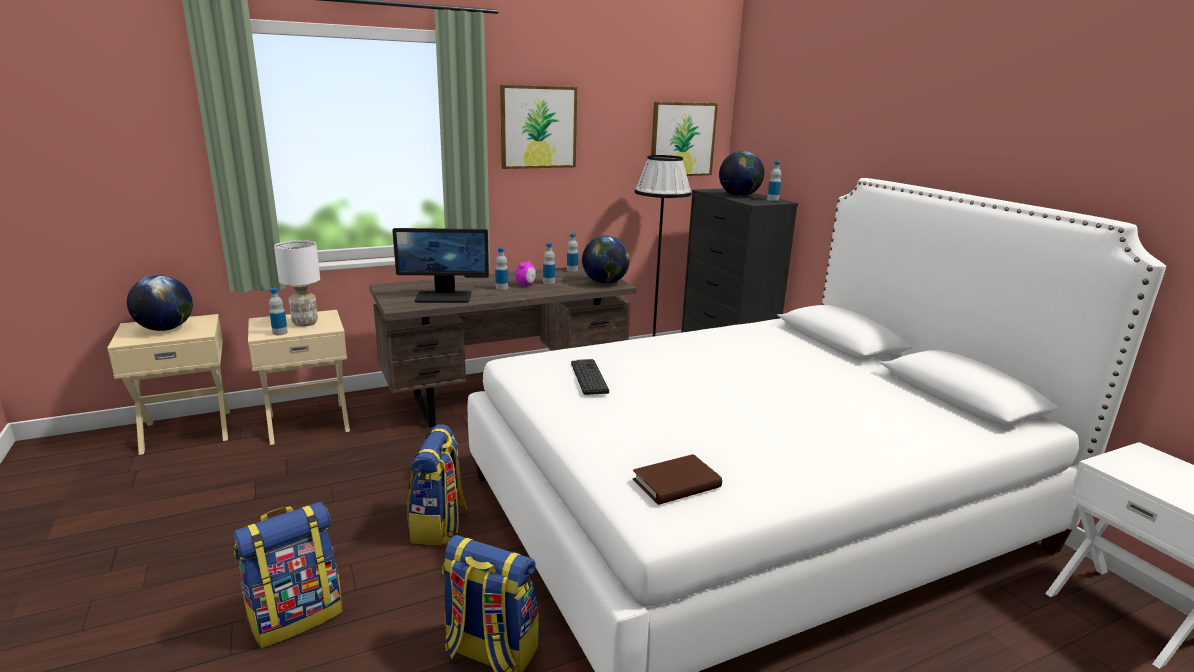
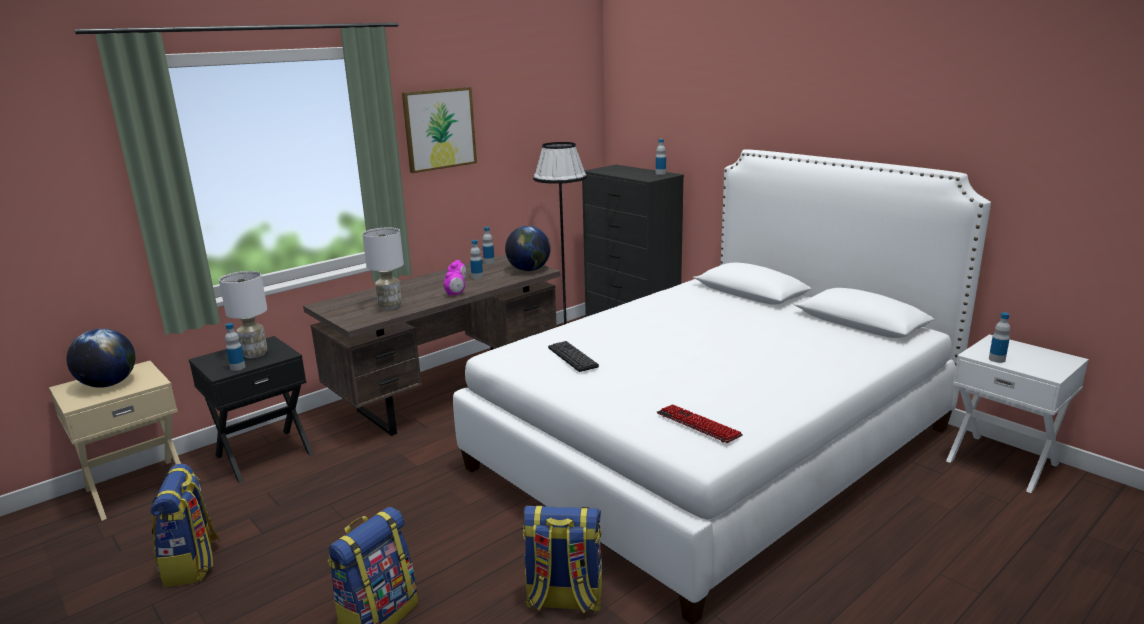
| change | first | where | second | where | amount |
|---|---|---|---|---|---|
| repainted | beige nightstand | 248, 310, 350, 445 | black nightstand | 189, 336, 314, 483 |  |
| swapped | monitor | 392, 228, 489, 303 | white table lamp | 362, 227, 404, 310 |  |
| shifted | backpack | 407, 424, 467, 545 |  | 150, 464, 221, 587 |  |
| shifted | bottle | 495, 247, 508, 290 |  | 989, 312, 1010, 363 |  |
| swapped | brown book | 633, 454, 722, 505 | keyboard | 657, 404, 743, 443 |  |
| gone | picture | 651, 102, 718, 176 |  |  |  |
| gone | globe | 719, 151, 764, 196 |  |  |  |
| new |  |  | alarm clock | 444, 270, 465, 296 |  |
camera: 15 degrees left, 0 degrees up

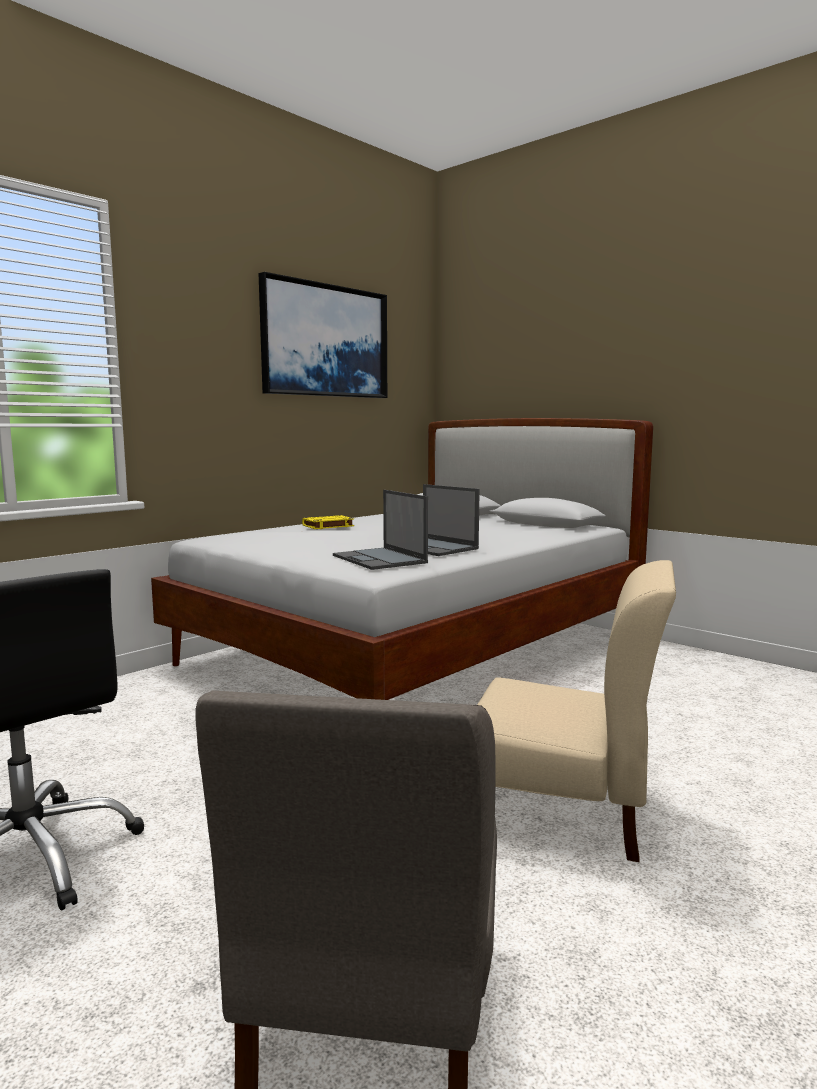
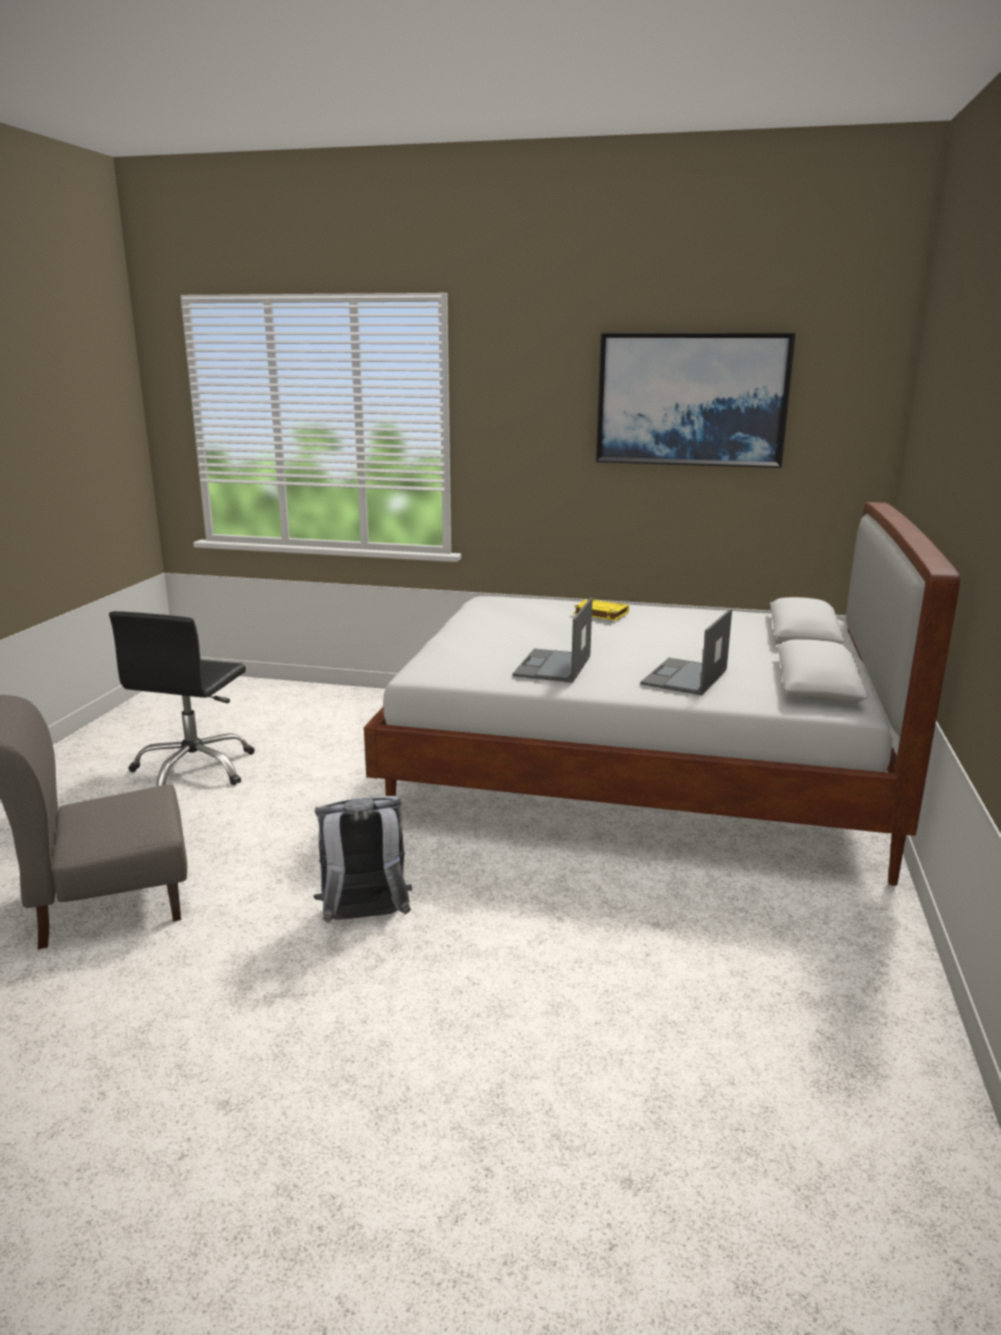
| change | first | where | second | where | amount |
|---|---|---|---|---|---|
| shifted | laptop | 333, 490, 428, 570 |  | 640, 609, 732, 696 |  |
| swapped | beige chair | 477, 560, 676, 862 | grey backpack | 313, 796, 412, 923 |  |
camera: 60 degrees right, 10 degrees up

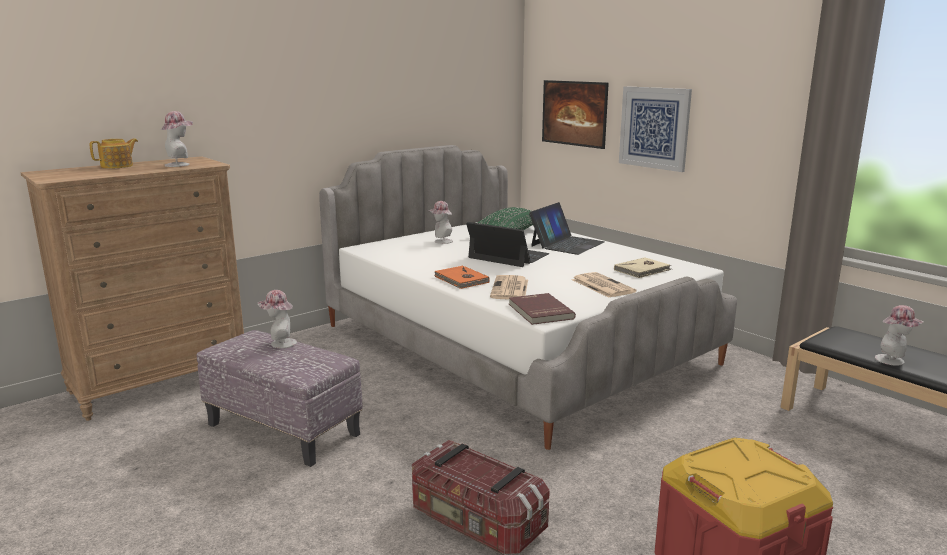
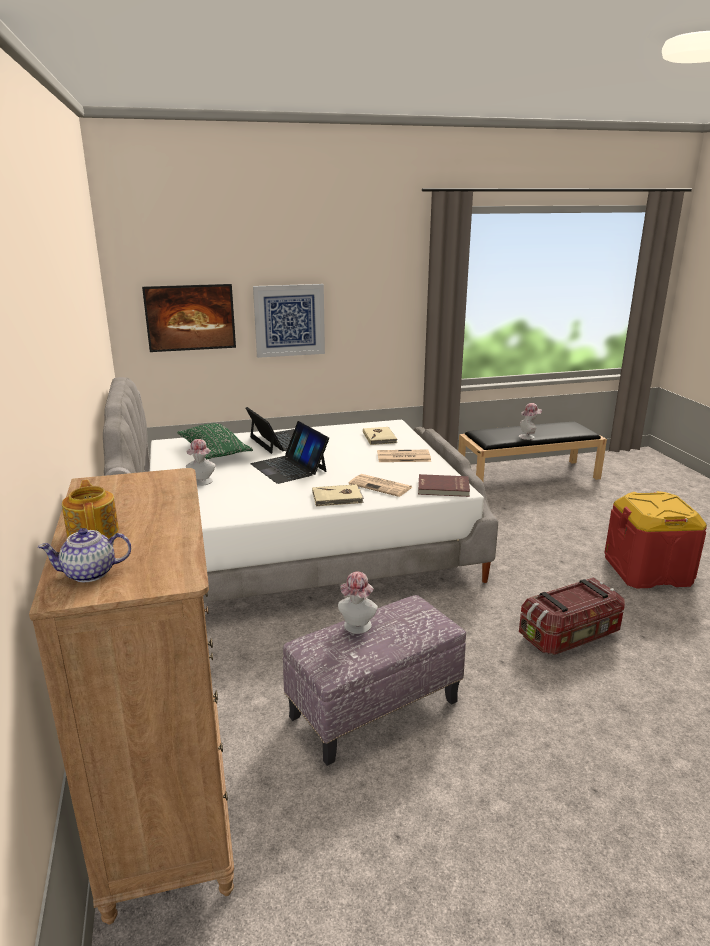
| change | first | where | second | where | amount |
|---|---|---|---|---|---|
| gone | hat | 161, 111, 193, 167 |  |  |  |
| repainted | orange book | 434, 265, 490, 289 | beige book | 312, 484, 364, 506 |  |
| rotated | laptop | 466, 222, 549, 267 |  | 250, 421, 329, 484 | 90 degrees counterclockwise |
| new |  |  | teapot | 38, 528, 131, 582 |  |
camera: 65 degrees left, 5 degrees up

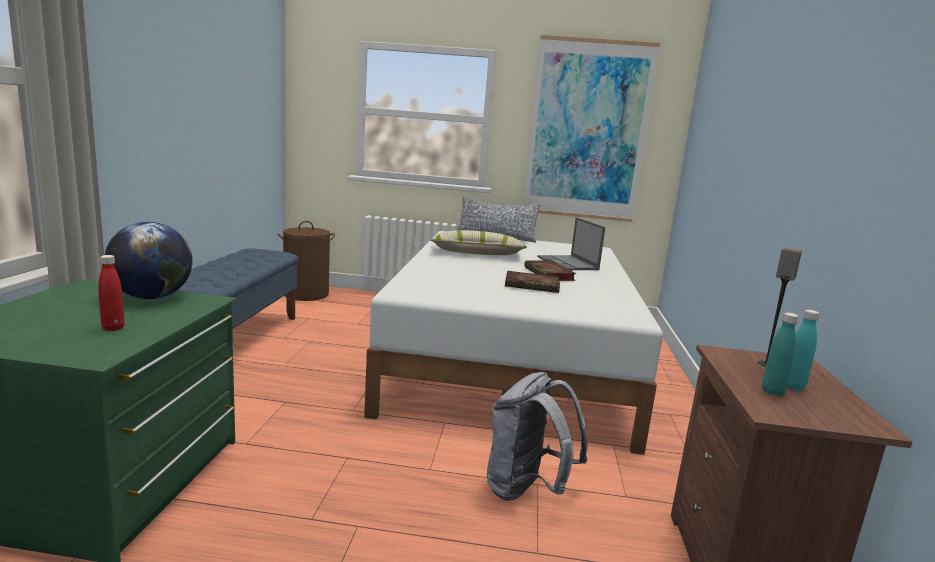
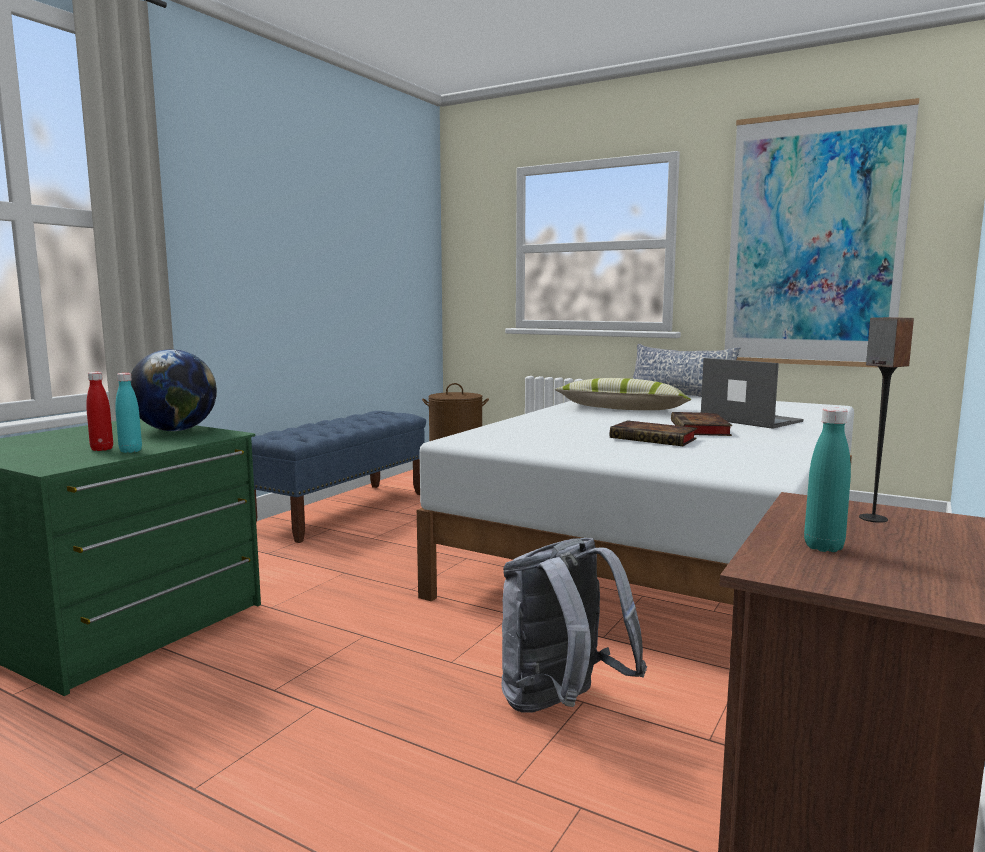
| change | first | where | second | where | amount |
|---|---|---|---|---|---|
| rotated | laptop | 537, 217, 605, 270 |  | 701, 358, 804, 429 | 135 degrees clockwise |
| shifted | turquoise bottle | 787, 310, 820, 391 |  | 115, 373, 142, 453 |  |
camera: 25 degrees right, 5 degrees down

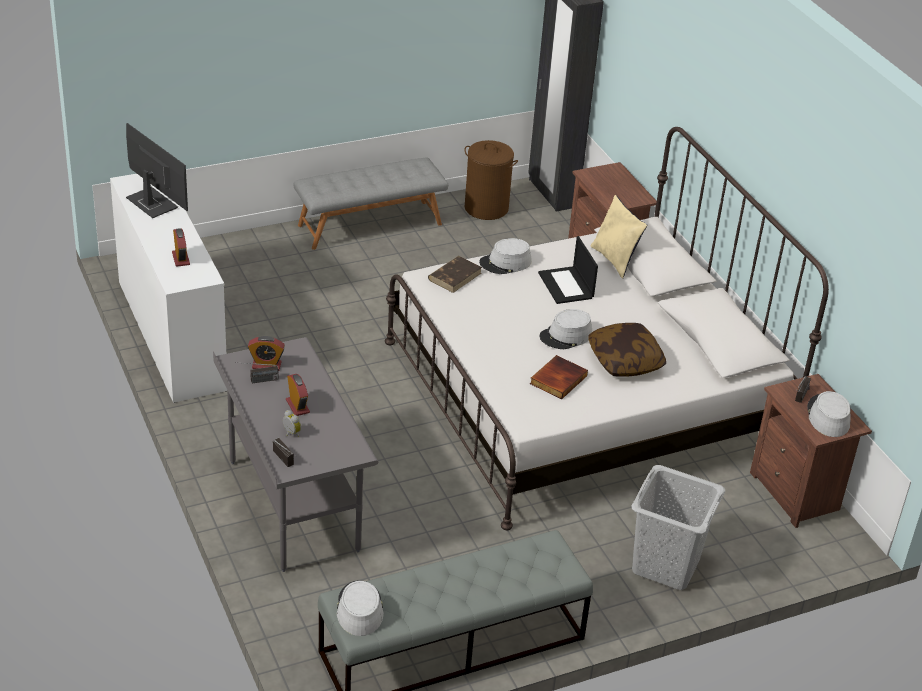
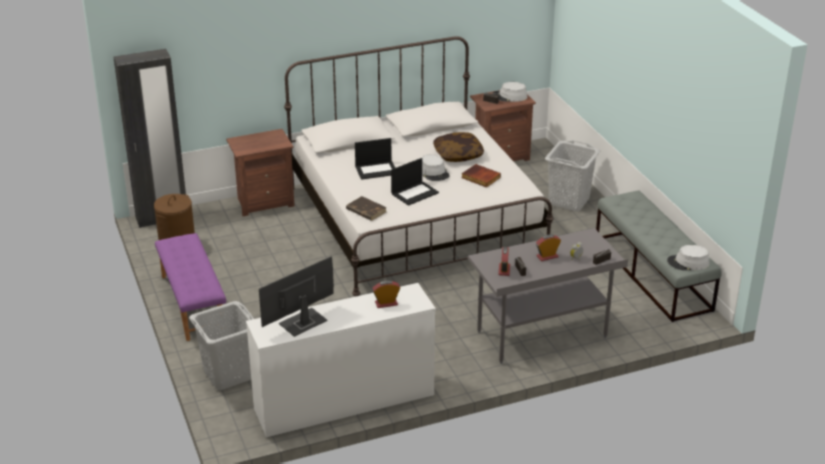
| change | first | where | second | where | amount |
|---|---|---|---|---|---|
| repainted | grey bench | 294, 157, 448, 250 | purple bench | 155, 233, 226, 341 |  |
| gone | grey hat | 479, 238, 532, 274 |  |  |  |
| gone | beige pillow | 590, 195, 648, 279 |  |  |  |
| new |  |  | grey laundry basket | 189, 301, 254, 390 |  |
| new |  |  | laptop | 391, 158, 439, 206 |  |
camera: 85 degrees left, 5 degrees down

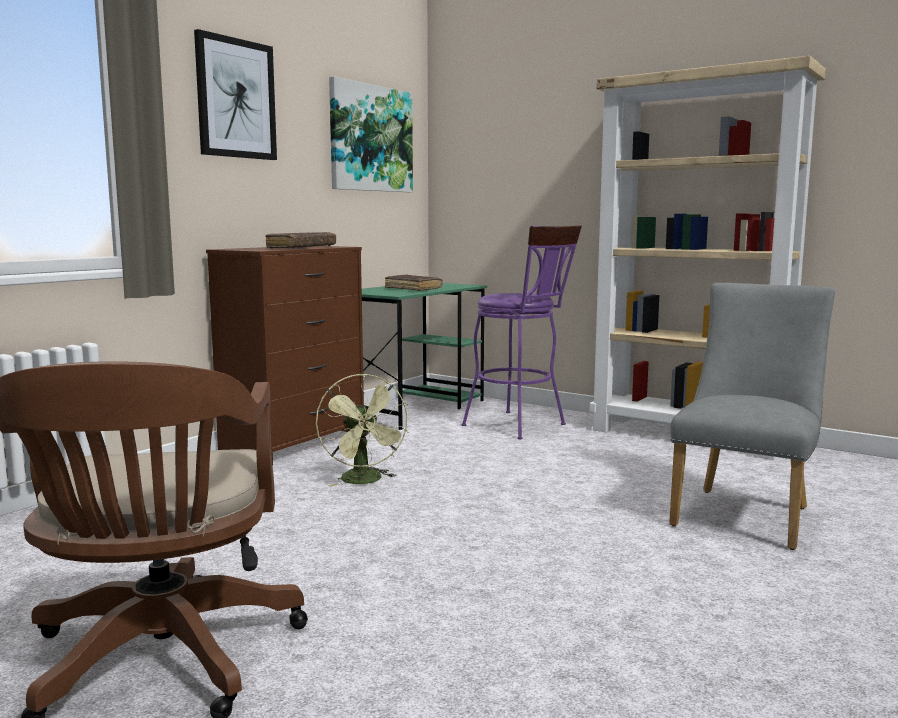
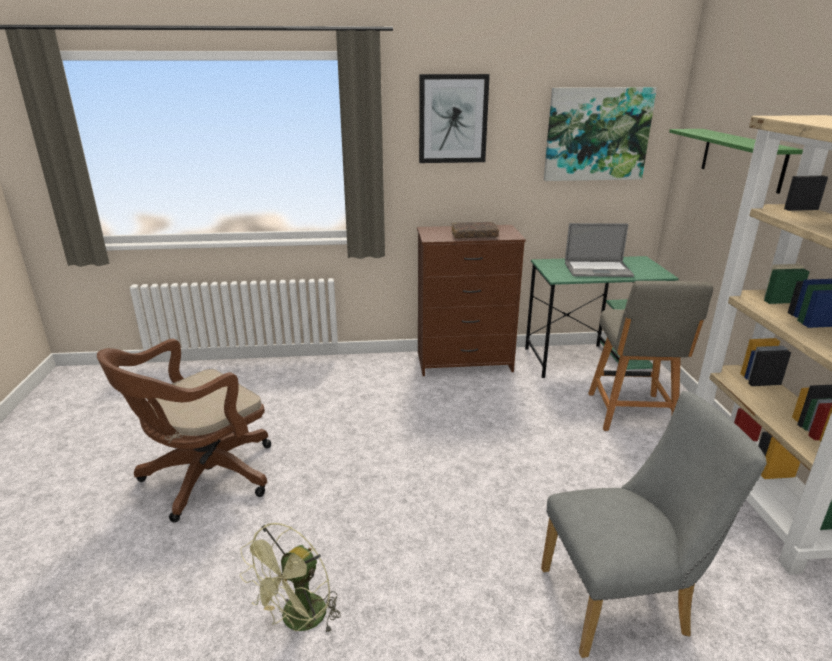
| change | first | where | second | where | amount |
|---|---|---|---|---|---|
| shifted | green fan | 316, 374, 409, 487 |  | 240, 523, 341, 633 |  |
| swapped | brown book | 385, 274, 443, 291 | laptop | 565, 223, 634, 277 |  |
| swapped | purple stool | 462, 225, 582, 439 | grey chair | 588, 281, 713, 431 |  |
| new |  |  | green shelf | 669, 129, 803, 194 |  |
camera: 50 degrees right, 15 degrees up

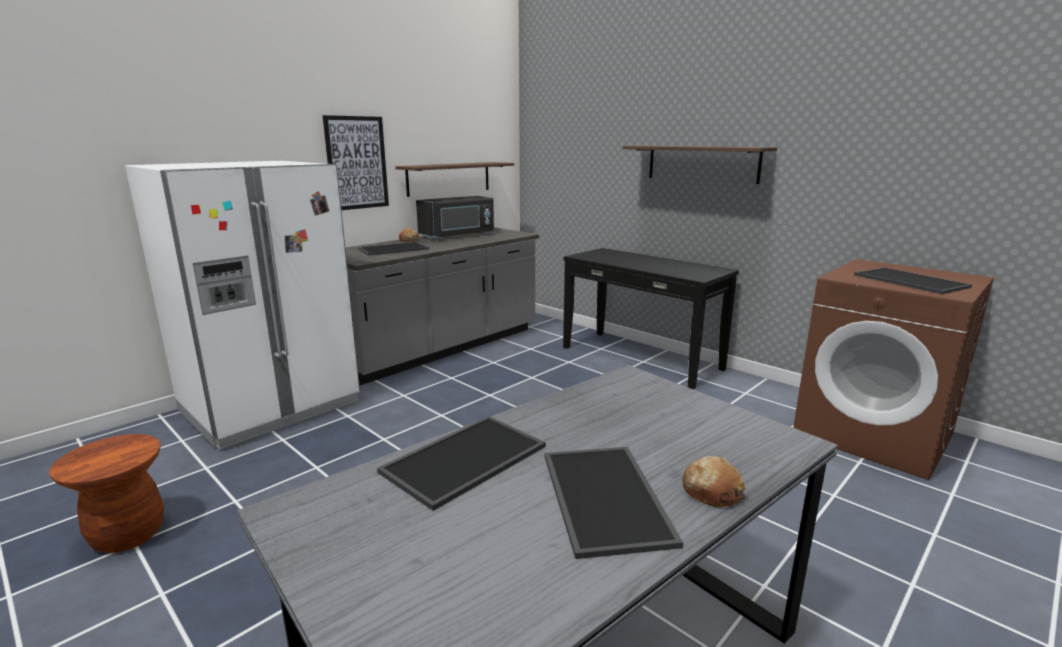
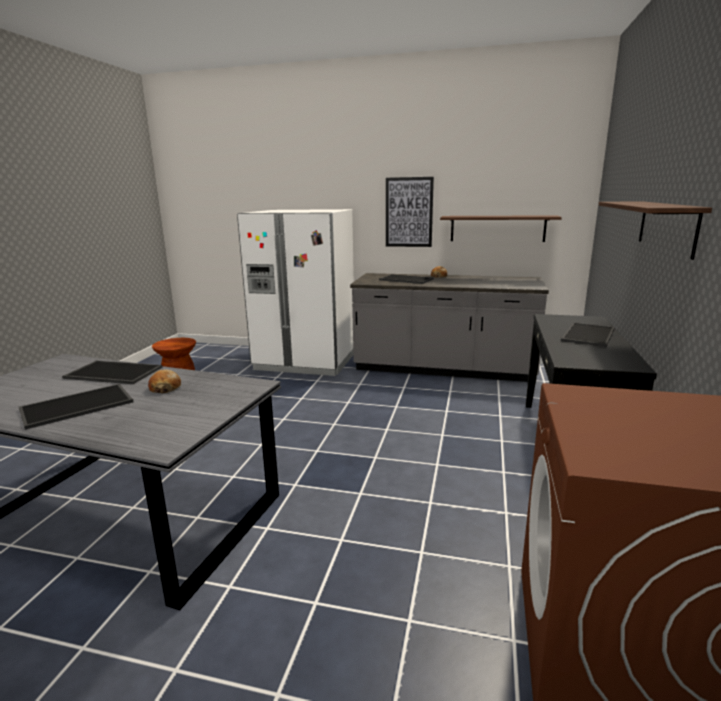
| change | first | where | second | where | amount |
|---|---|---|---|---|---|
| gone | black microwave | 416, 196, 494, 239 |  |  |  |
| shifted | bread | 683, 456, 747, 508 |  | 148, 369, 181, 393 |  |
| shifted | tray | 854, 267, 972, 294 |  | 561, 322, 615, 347 |  |
camera: 60 degrees right, 0 degrees up

